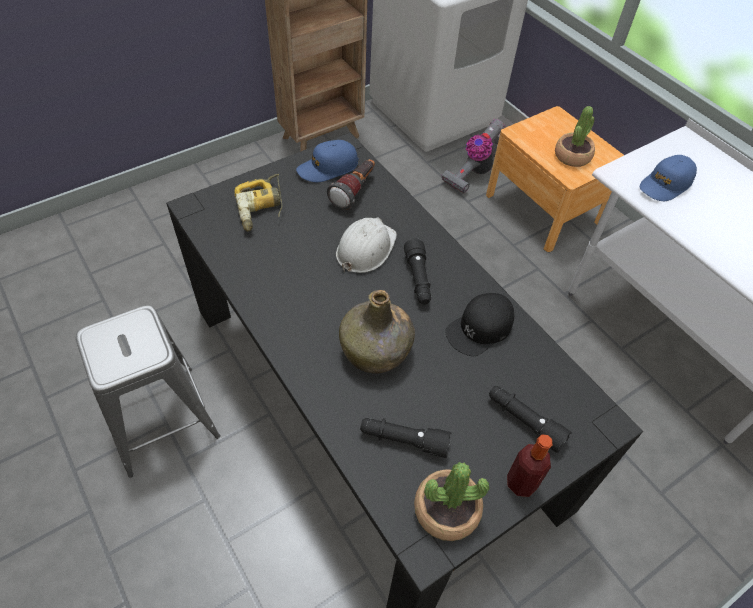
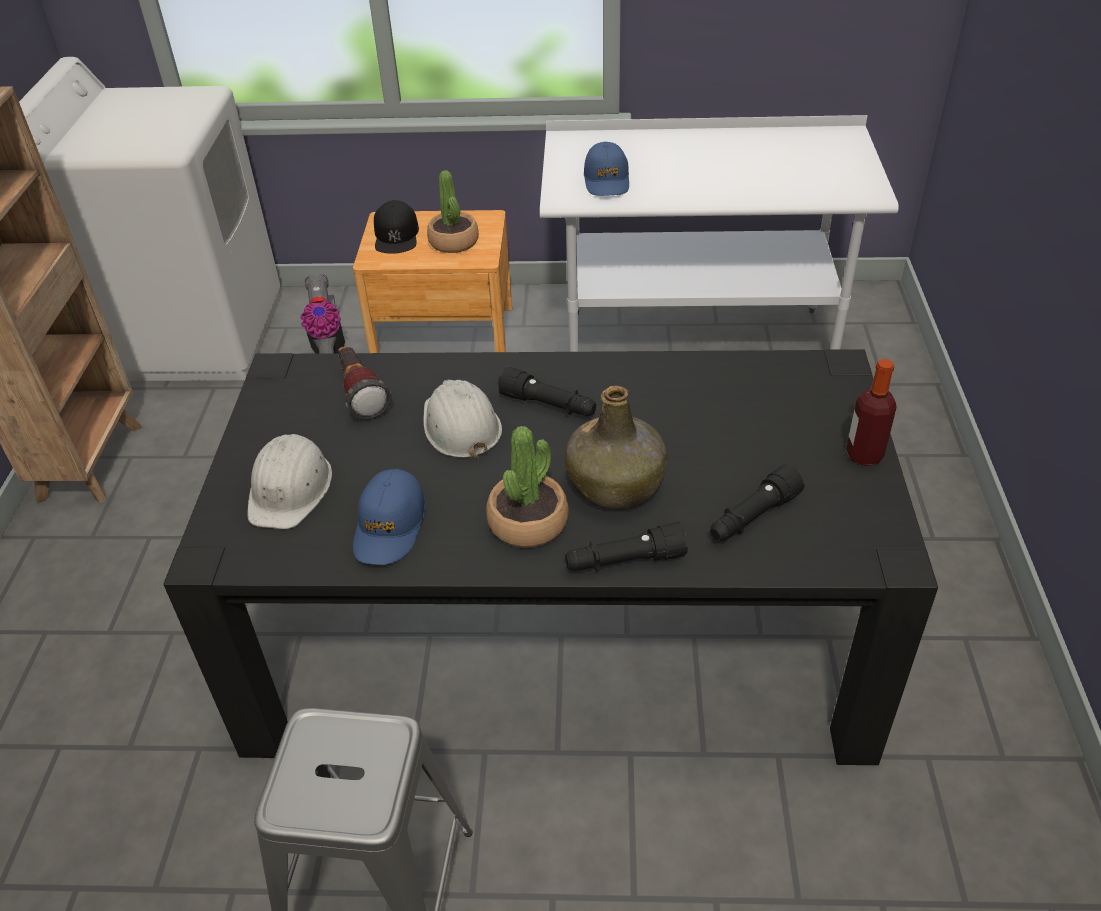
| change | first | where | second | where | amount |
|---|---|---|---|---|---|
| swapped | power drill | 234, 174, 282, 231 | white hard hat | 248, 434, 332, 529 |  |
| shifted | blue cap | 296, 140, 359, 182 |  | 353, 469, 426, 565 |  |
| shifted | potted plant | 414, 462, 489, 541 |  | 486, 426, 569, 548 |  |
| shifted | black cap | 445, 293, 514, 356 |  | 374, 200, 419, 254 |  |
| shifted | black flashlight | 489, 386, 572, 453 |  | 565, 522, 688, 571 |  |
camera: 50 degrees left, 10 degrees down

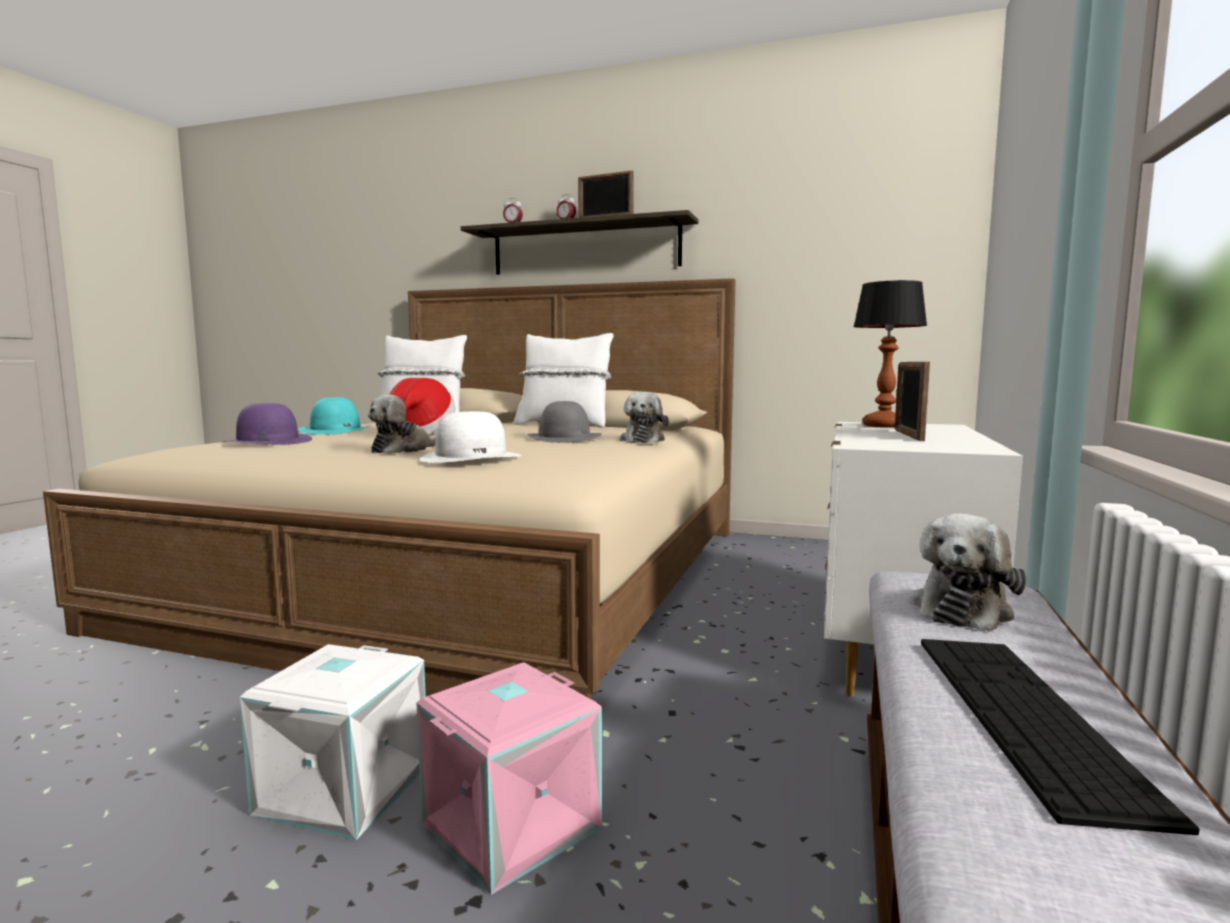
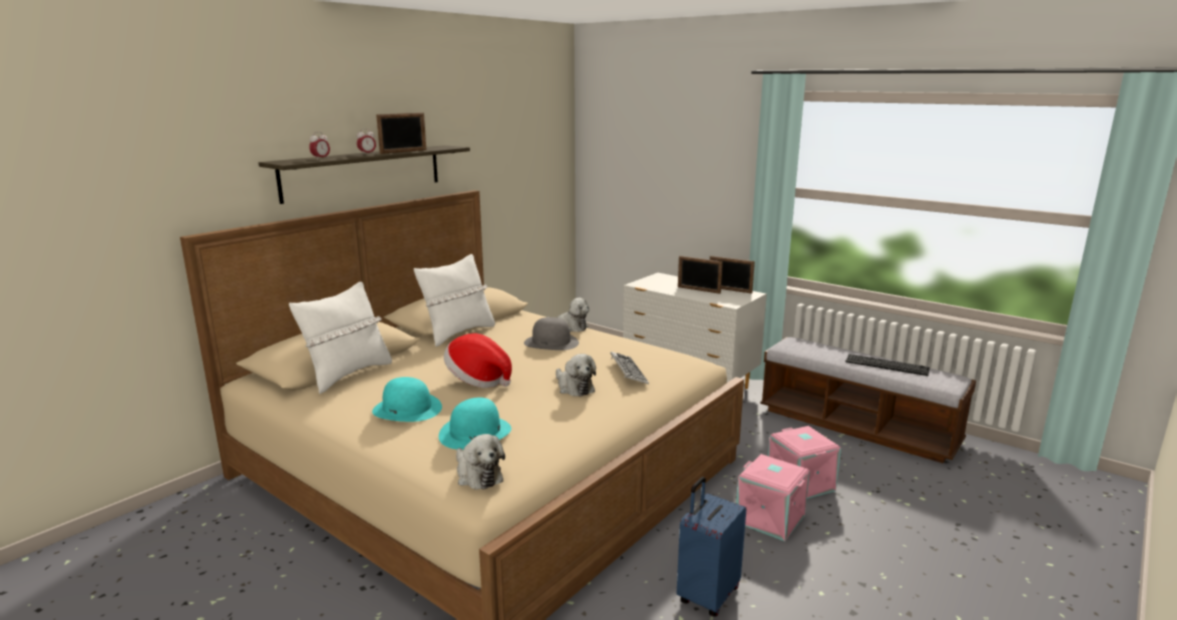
| change | first | where | second | where | amount |
|---|---|---|---|---|---|
| repainted | purple hat | 222, 403, 312, 445 | turquoise hat | 439, 397, 511, 450 |  |
| repainted | white storage box | 239, 644, 426, 840 | pink storage box | 736, 454, 810, 541 |  |
| swapped | white hat | 419, 411, 522, 463 | keyboard | 610, 352, 649, 384 |  |
| gone | table lamp | 853, 280, 927, 428 |  |  |  |
| shifted | plush toy | 909, 514, 1026, 632 |  | 456, 434, 505, 490 |  |
| new |  |  | blue suitcase | 677, 477, 746, 617 |  |
| new |  |  | picture frame | 710, 256, 755, 294 |  |
camera: 70 degrees left, 10 degrees up

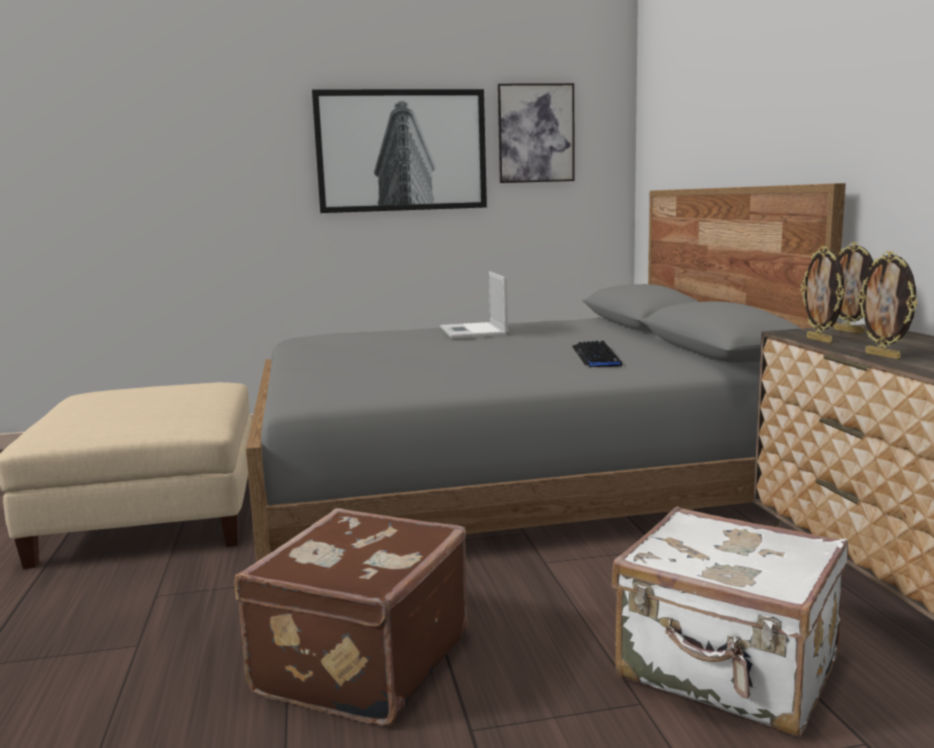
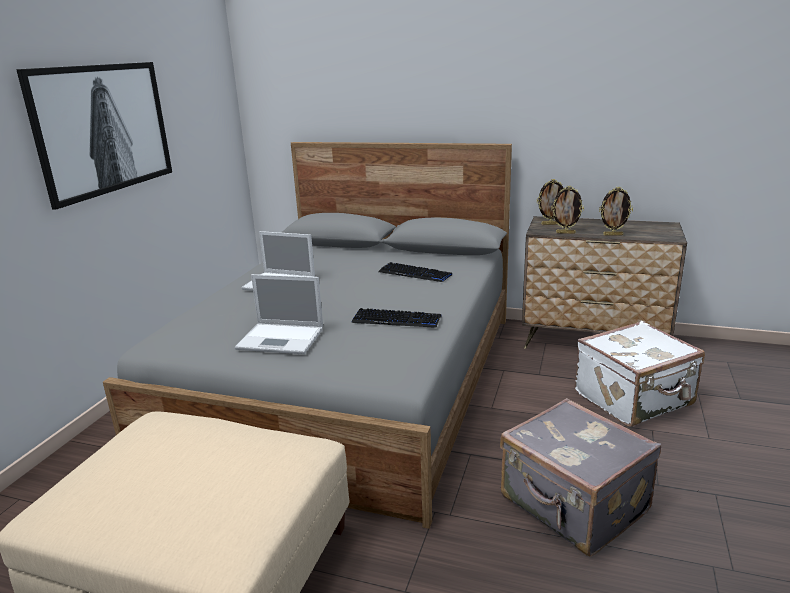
| change | first | where | second | where | amount |
|---|---|---|---|---|---|
| repainted | brown suitcase | 234, 508, 468, 726 | grey suitcase | 500, 398, 661, 557 |  |
| gone | picture | 498, 83, 575, 183 |  |  |  |
| new |  |  | laptop | 235, 274, 323, 354 |  |
| new |  |  | keyboard | 351, 308, 441, 328 |  |
camera: 60 degrees left, 10 degrees up

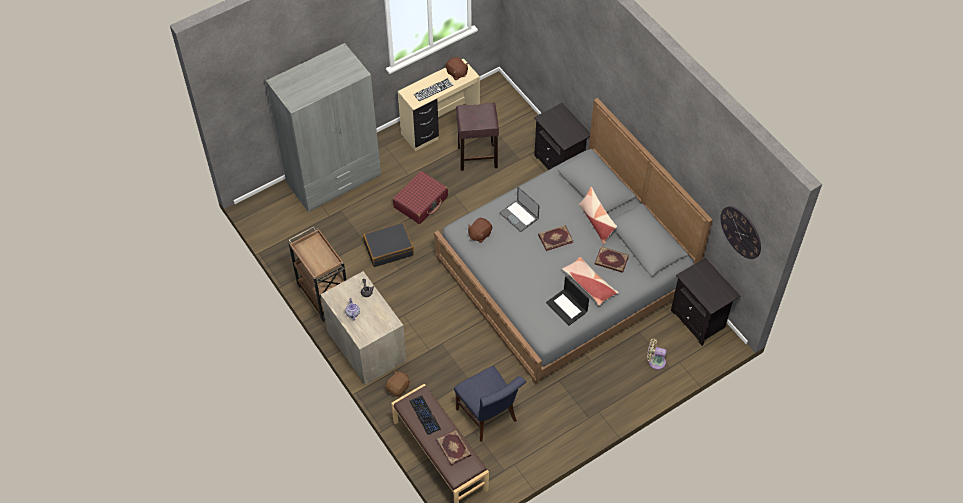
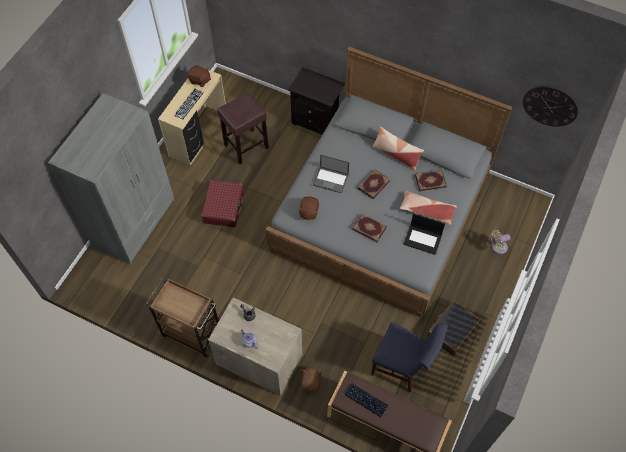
| change | first | where | second | where | amount |
|---|---|---|---|---|---|
| shifted | black suitcase | 363, 222, 414, 267 |  | 427, 301, 481, 356 |  |
| shifted | book | 436, 429, 471, 466 |  | 352, 213, 387, 242 |  |
| gone | black nightstand | 671, 258, 741, 346 |  |  |  |
camera: 30 degrees left, 5 degrees up

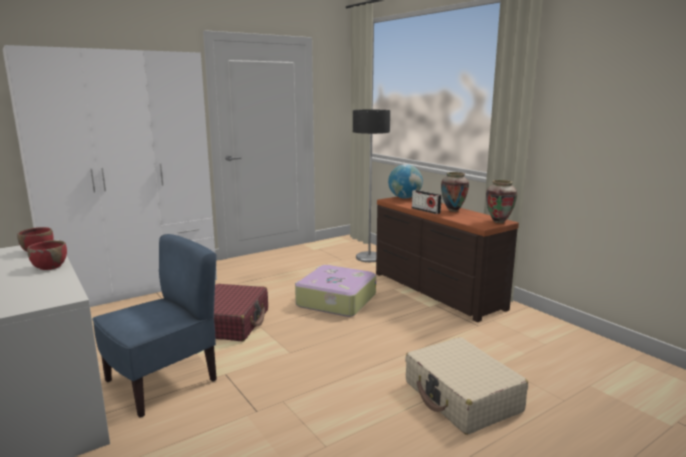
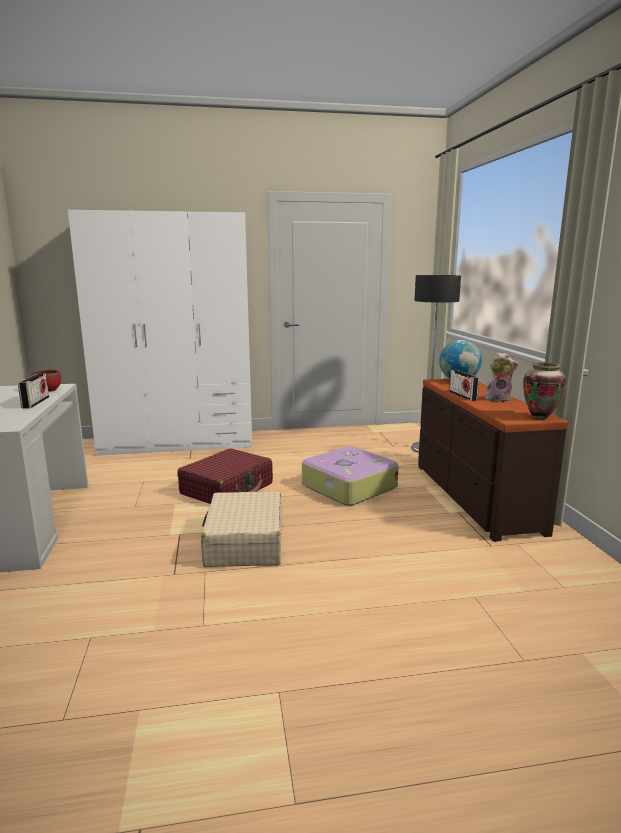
| change | first | where | second | where | amount |
|---|---|---|---|---|---|
| swapped | red bowl | 27, 240, 67, 270 | radio | 18, 373, 49, 409 |  |
| gone | blue chair | 92, 234, 217, 418 |  |  |  |
| shifted | beige suitcase | 405, 337, 528, 435 |  | 201, 491, 282, 567 |  |
| swapped | vase | 441, 172, 469, 212 | plush toy | 485, 352, 519, 402 |  |
camera: 25 degrees right, 0 degrees up

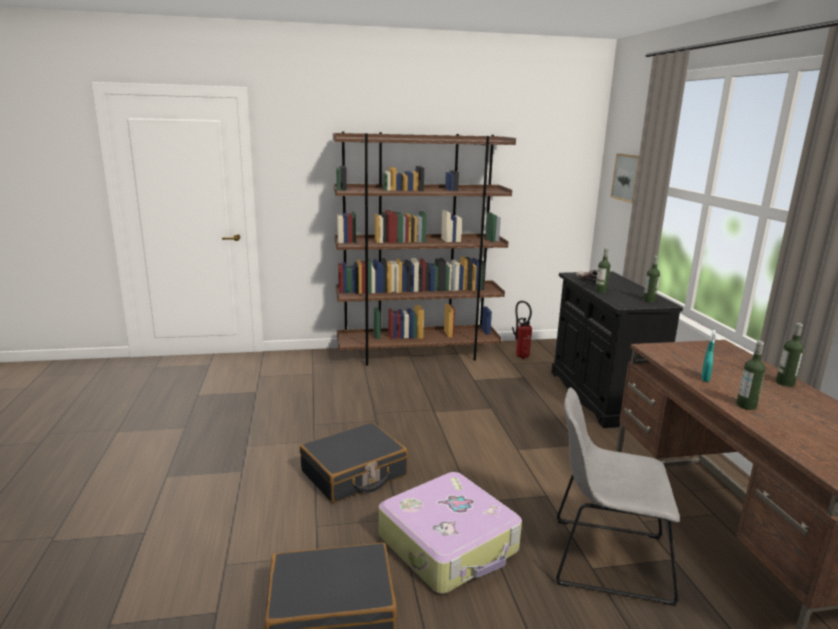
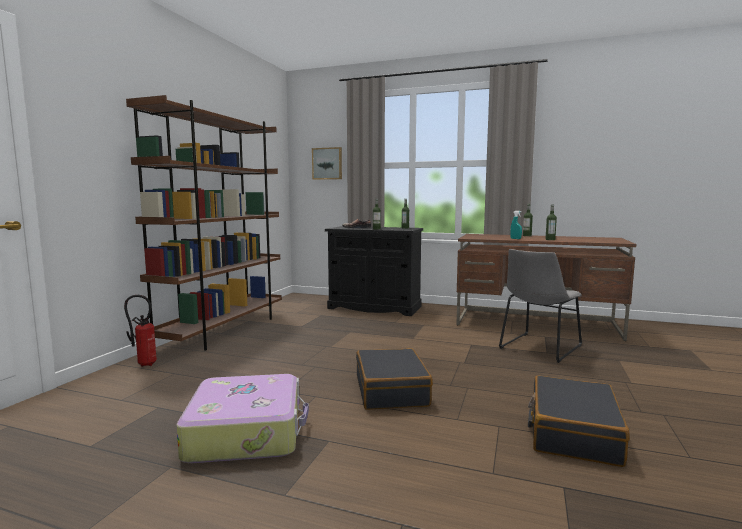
| change | first | where | second | where | amount |
|---|---|---|---|---|---|
| shifted | suitcase | 379, 472, 522, 594 |  | 176, 374, 309, 463 |  |
| shifted | fire extinguisher | 512, 301, 532, 359 |  | 124, 295, 157, 367 |  |
camera: 60 degrees left, 10 degrees down

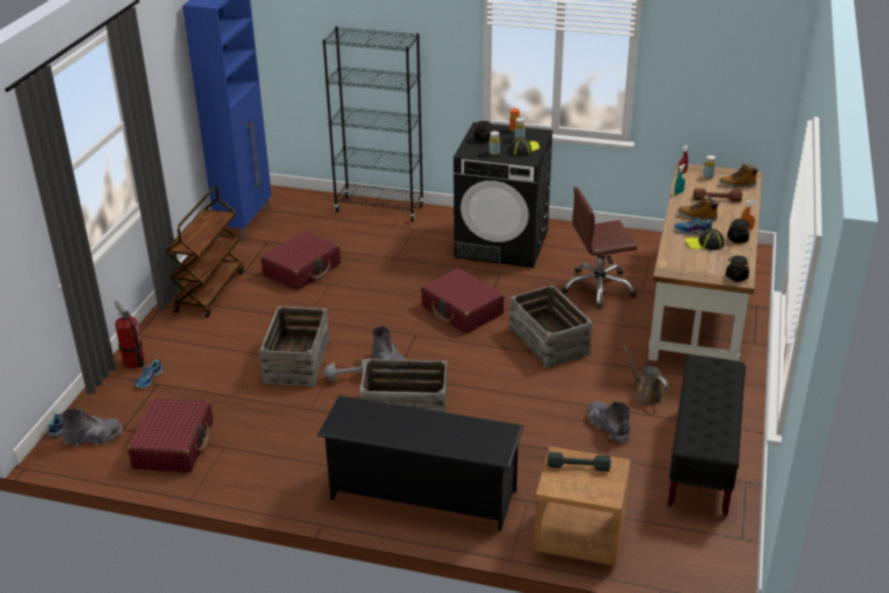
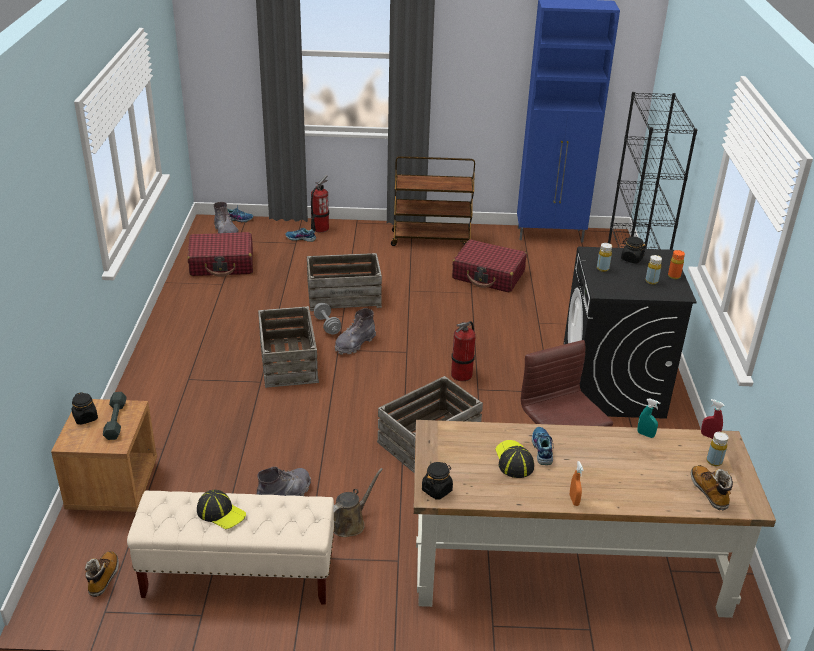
| change | first | where | second | where | amount |
|---|---|---|---|---|---|
| gone | black shoe rack | 317, 395, 524, 531 |  |  |  |
| swapped | red suitcase | 421, 268, 504, 334 | fire extinguisher | 451, 321, 476, 381 |  |
| shifted | cap | 509, 137, 539, 156 |  | 197, 490, 246, 529 |  |
| repainted | black bench | 668, 355, 746, 516 | beige bench | 127, 490, 335, 605 |  |
| shifted | boot | 678, 195, 719, 221 |  | 85, 551, 119, 597 |  |
| gone | brown dumbbell | 693, 188, 742, 202 |  |  |  |
| shifted | black jar | 727, 219, 751, 244 |  | 71, 392, 98, 425 |  |
camera: 75 degrees right, 0 degrees up

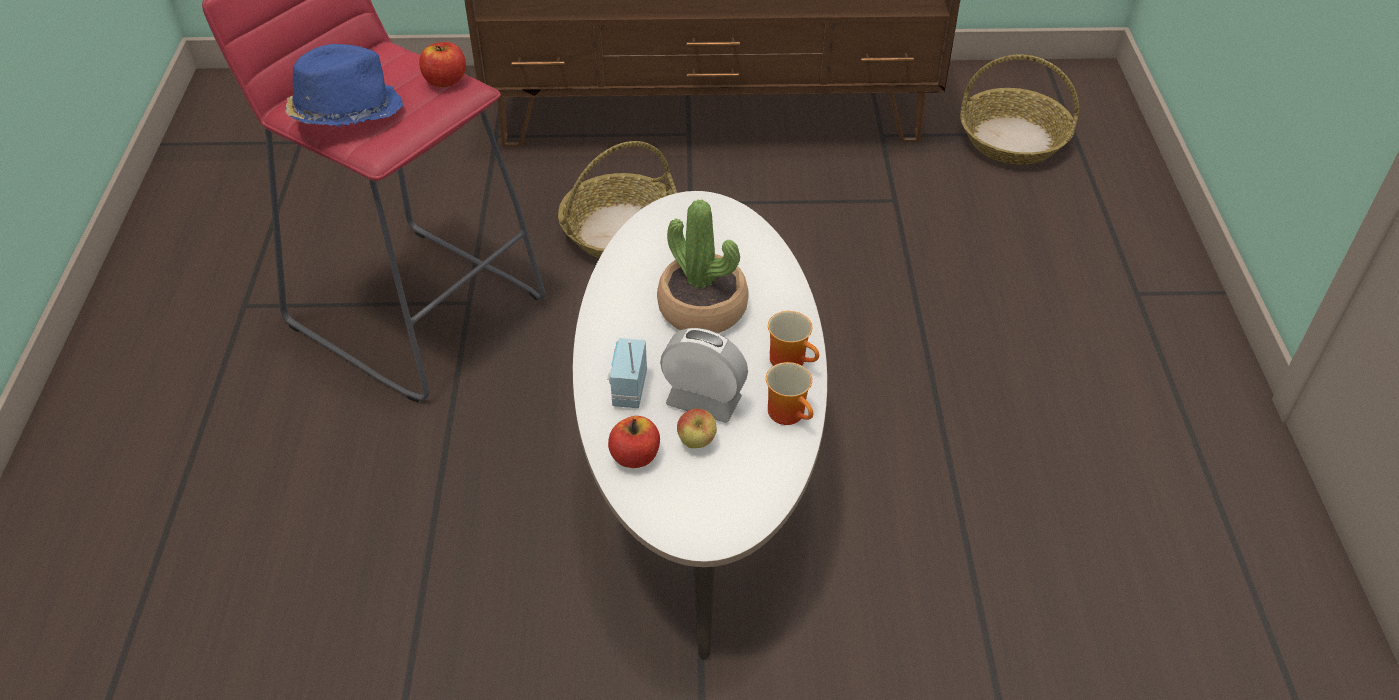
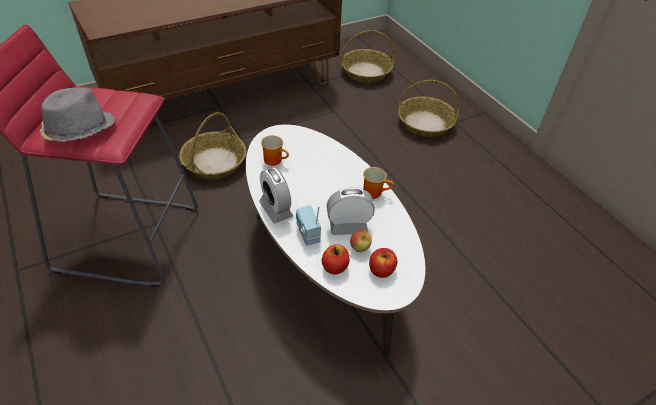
| change | first | where | second | where | amount |
|---|---|---|---|---|---|
| repainted | blue hat | 286, 44, 403, 127 | grey hat | 39, 88, 115, 142 |  |
| shifted | apple | 419, 42, 466, 88 |  | 369, 248, 397, 278 |  |
| gone | potted plant | 657, 200, 749, 333 |  |  |  |
| shifted | mug | 766, 362, 813, 425 |  | 261, 135, 289, 166 |  |
| new |  |  | alarm clock | 259, 167, 293, 223 |  |
| new |  |  | basket | 398, 80, 460, 137 |  |
camera: 30 degrees left, 0 degrees up

